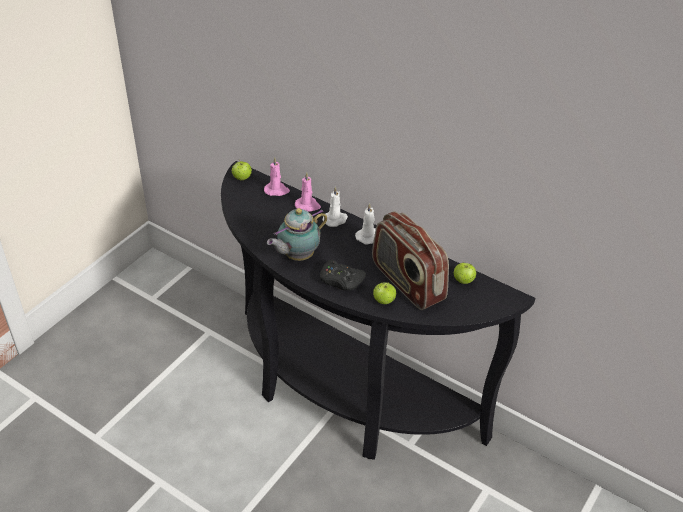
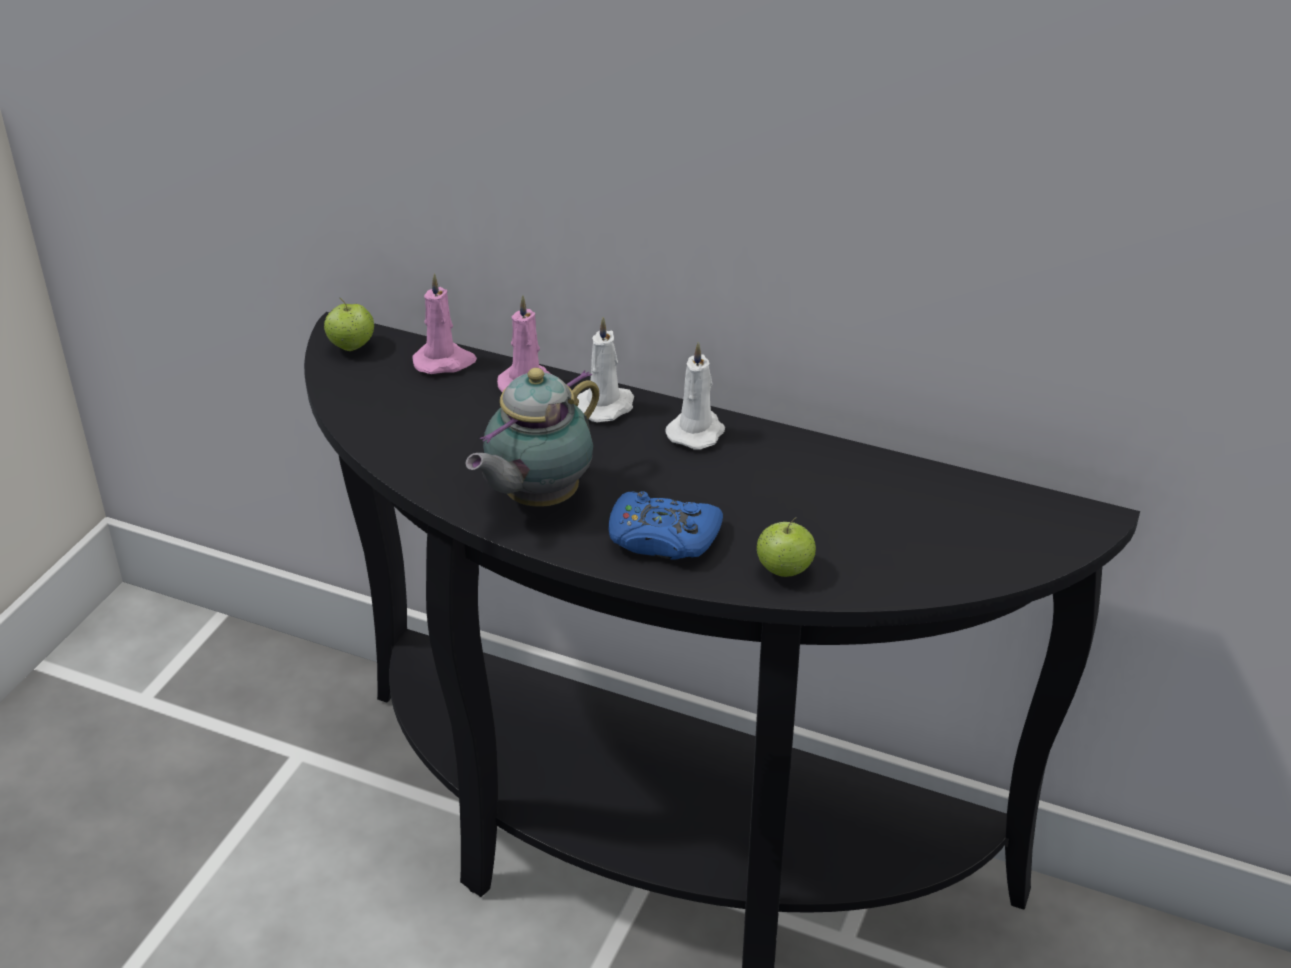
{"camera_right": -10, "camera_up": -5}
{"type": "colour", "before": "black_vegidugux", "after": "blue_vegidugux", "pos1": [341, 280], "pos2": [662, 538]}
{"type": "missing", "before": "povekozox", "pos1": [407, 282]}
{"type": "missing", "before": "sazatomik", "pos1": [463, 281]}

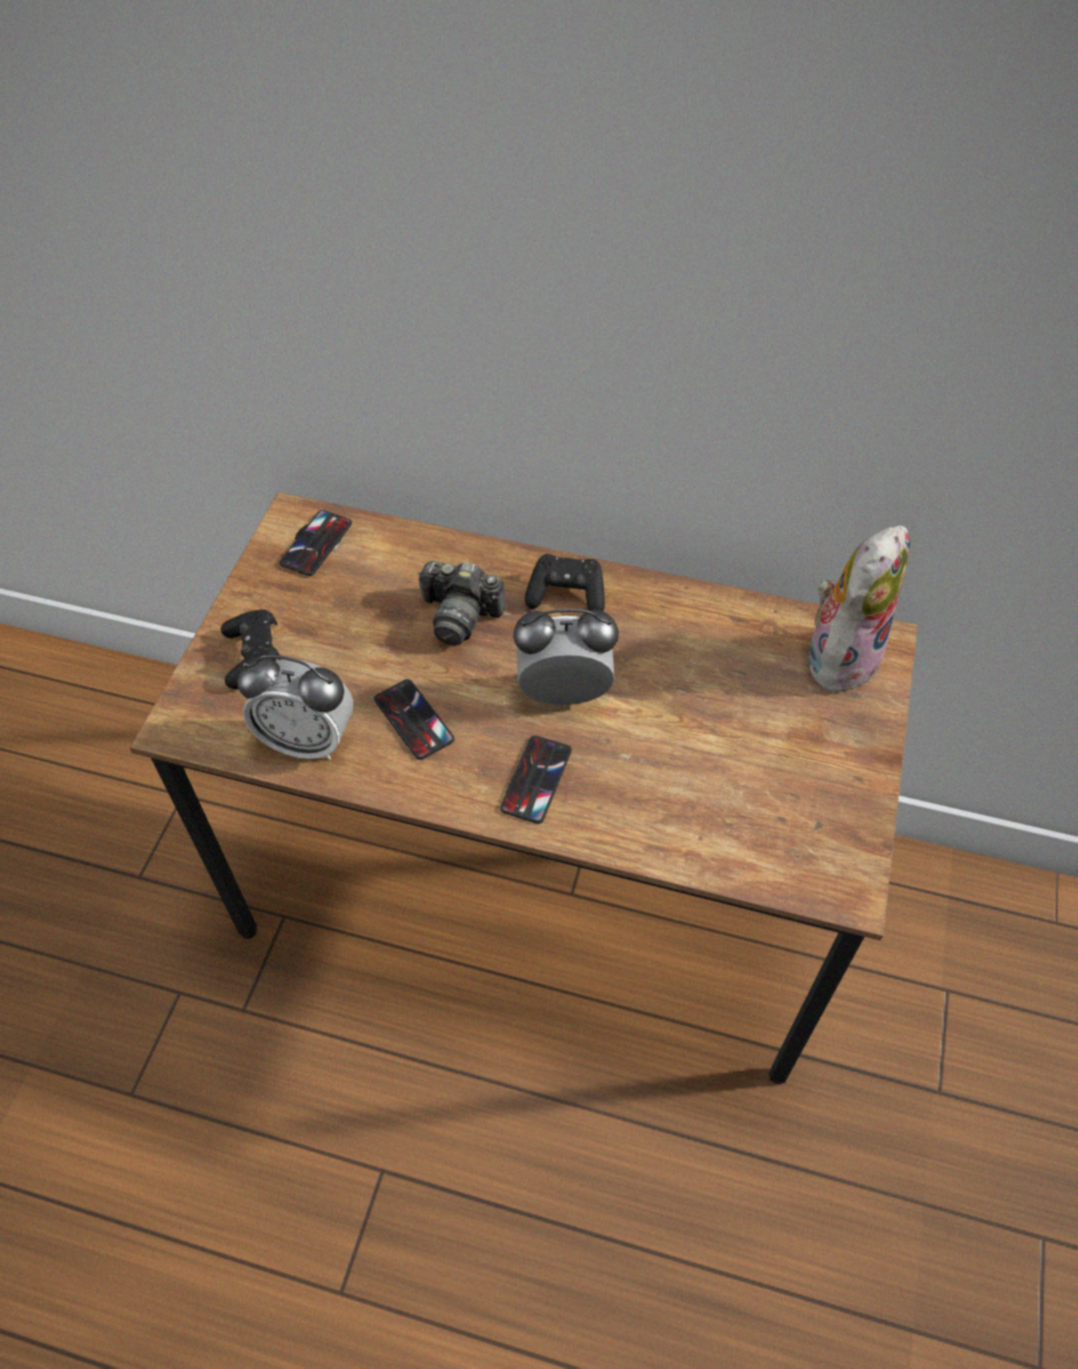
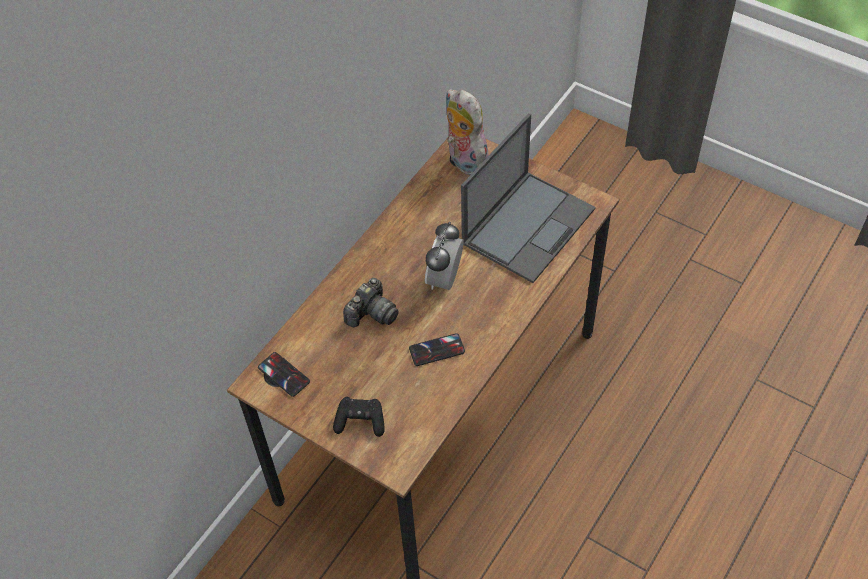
{"camera_right": -70, "camera_up": 0}
{"type": "appeared", "after": "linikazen", "pos2": [529, 225]}
{"type": "missing", "before": "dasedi", "pos1": [307, 740]}
{"type": "missing", "before": "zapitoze", "pos1": [536, 779]}
{"type": "missing", "before": "black_vegidugux", "pos1": [566, 595]}

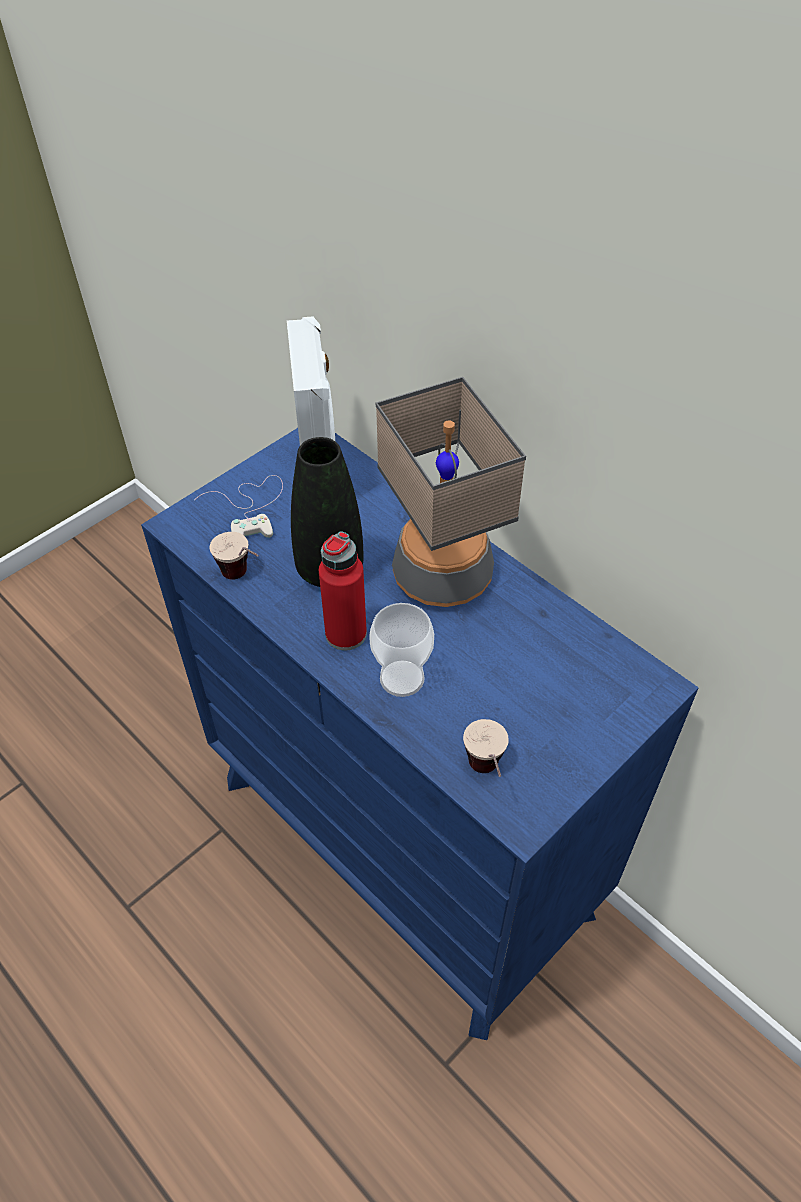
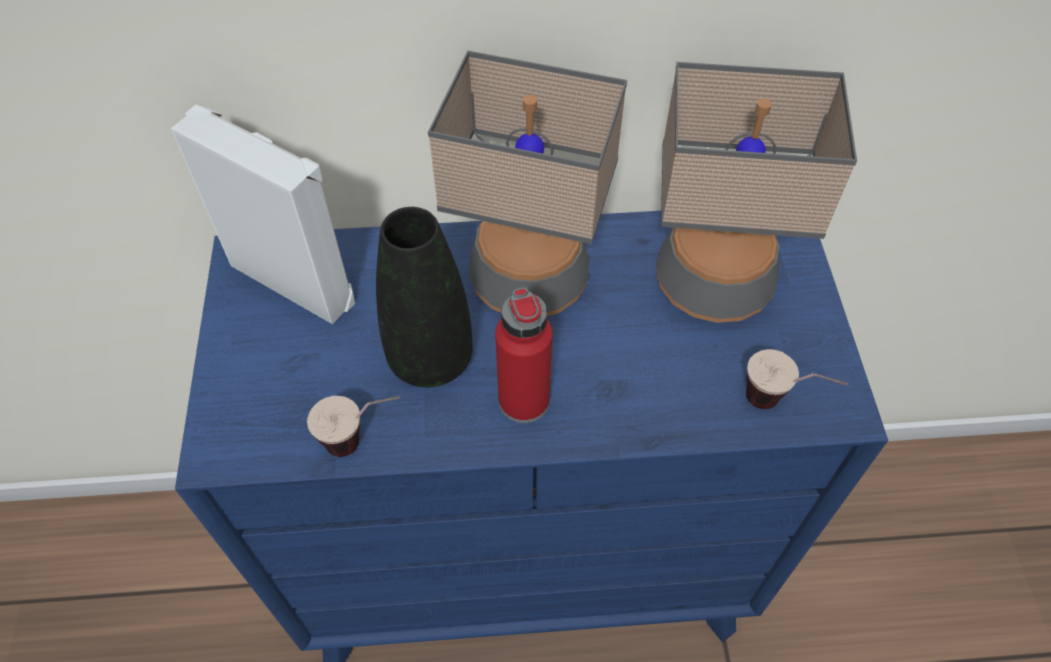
{"camera_right": -50, "camera_up": 5}
{"type": "appeared", "after": "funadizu", "pos2": [712, 281]}
{"type": "missing", "before": "white_vegidugux", "pos1": [251, 508]}
{"type": "missing", "before": "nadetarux", "pos1": [402, 678]}

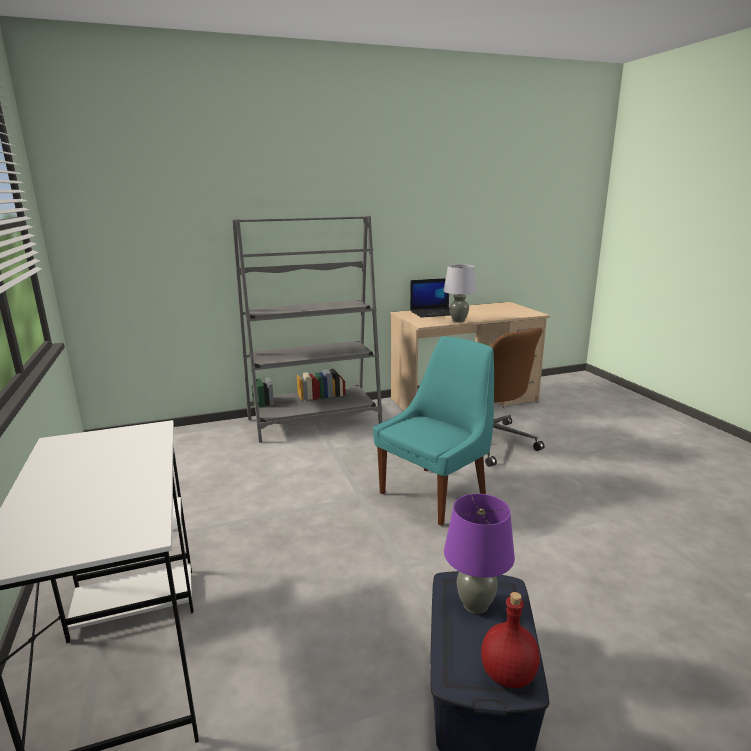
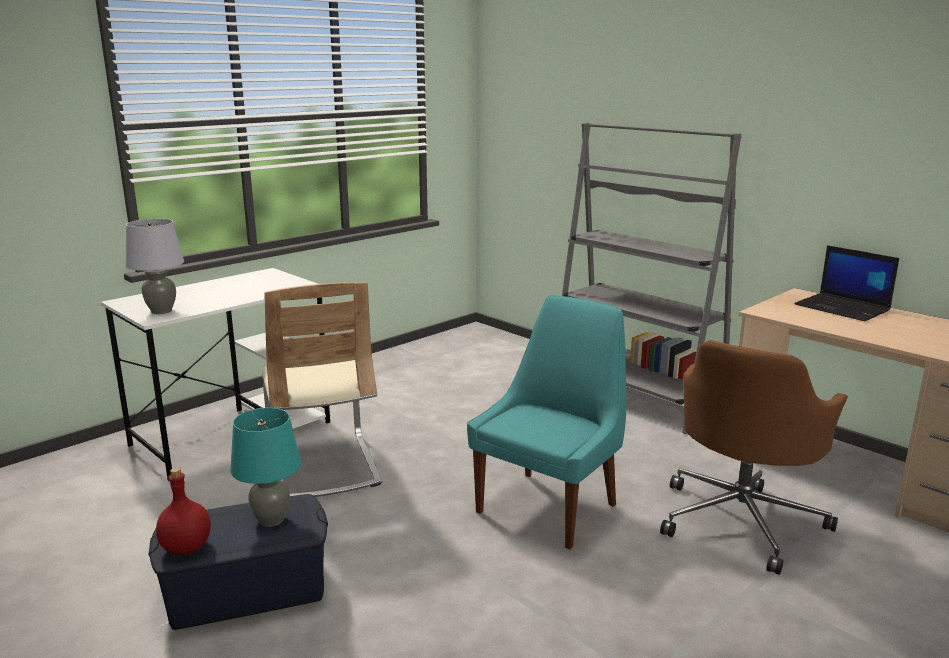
{"camera_right": 65, "camera_up": 0}
{"type": "relocated", "before": "grey_funadizu", "pos1": [458, 320], "pos2": [161, 311]}
{"type": "colour", "before": "purple_funadizu", "after": "turquoise_funadizu", "pos1": [475, 605], "pos2": [271, 520]}
{"type": "appeared", "after": "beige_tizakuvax", "pos2": [323, 466]}
{"type": "spun", "before": "turquoise_tizakuvax", "pos1": [435, 493], "pos2": [550, 506], "turn": -75}

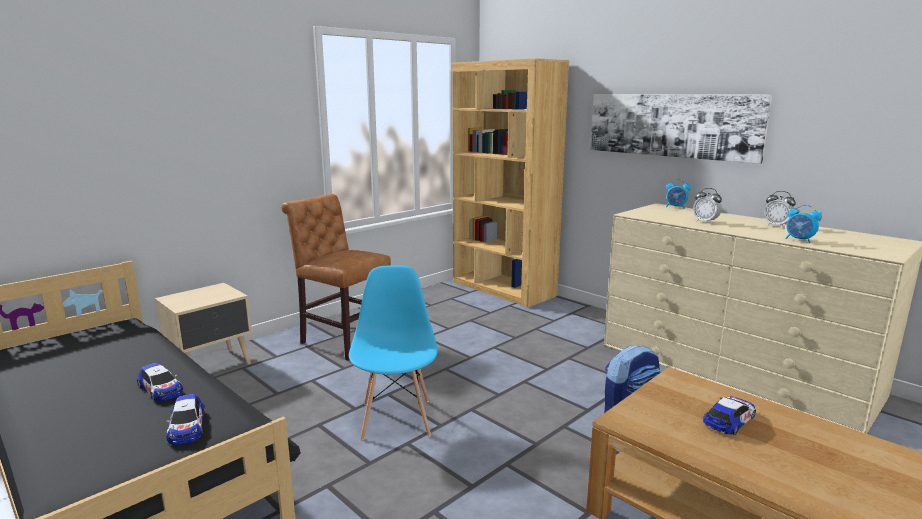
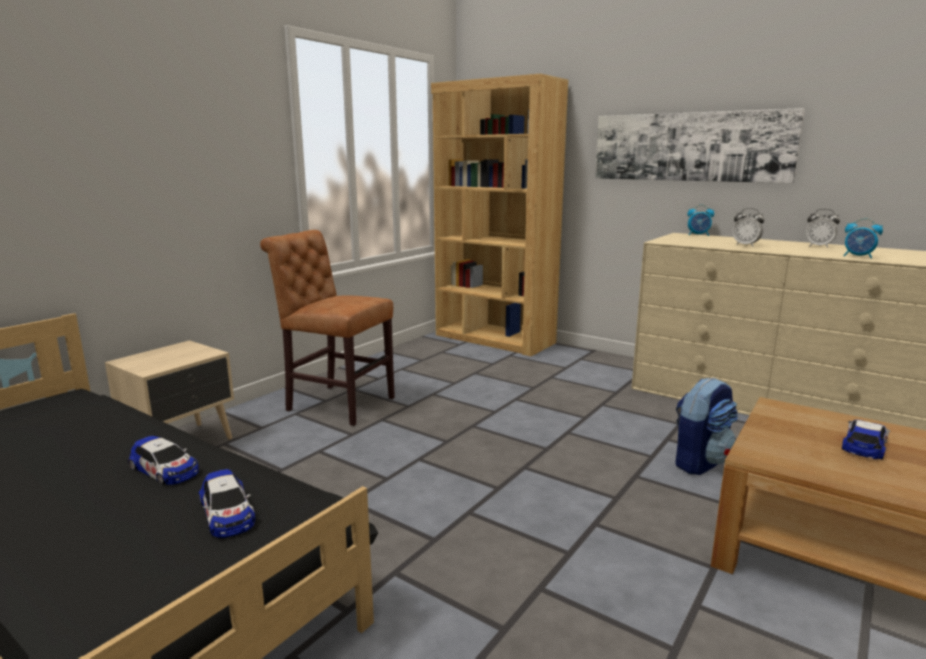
{"camera_right": -10, "camera_up": 0}
{"type": "missing", "before": "blue_tizakuvax", "pos1": [396, 418]}

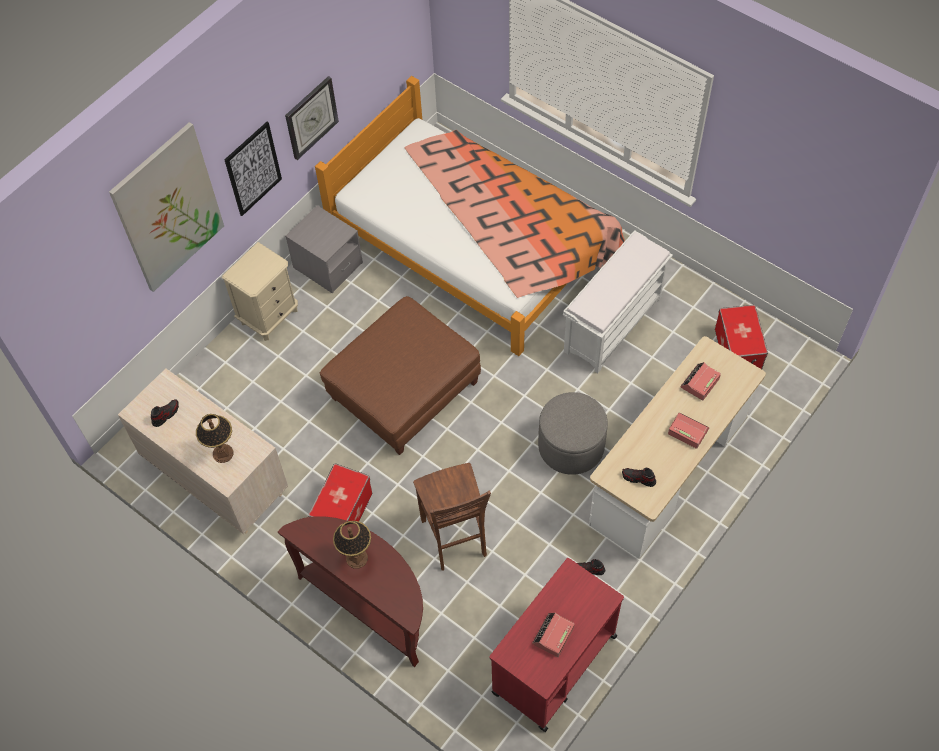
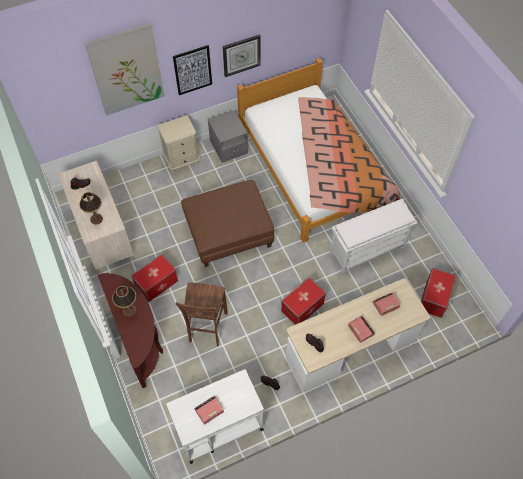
{"camera_right": 25, "camera_up": 0}
{"type": "colour", "before": "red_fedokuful", "after": "white_fedokuful", "pos1": [553, 665], "pos2": [218, 427]}
{"type": "exchanged", "before": "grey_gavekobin", "after": "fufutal", "pos1": [571, 446], "pos2": [302, 307]}

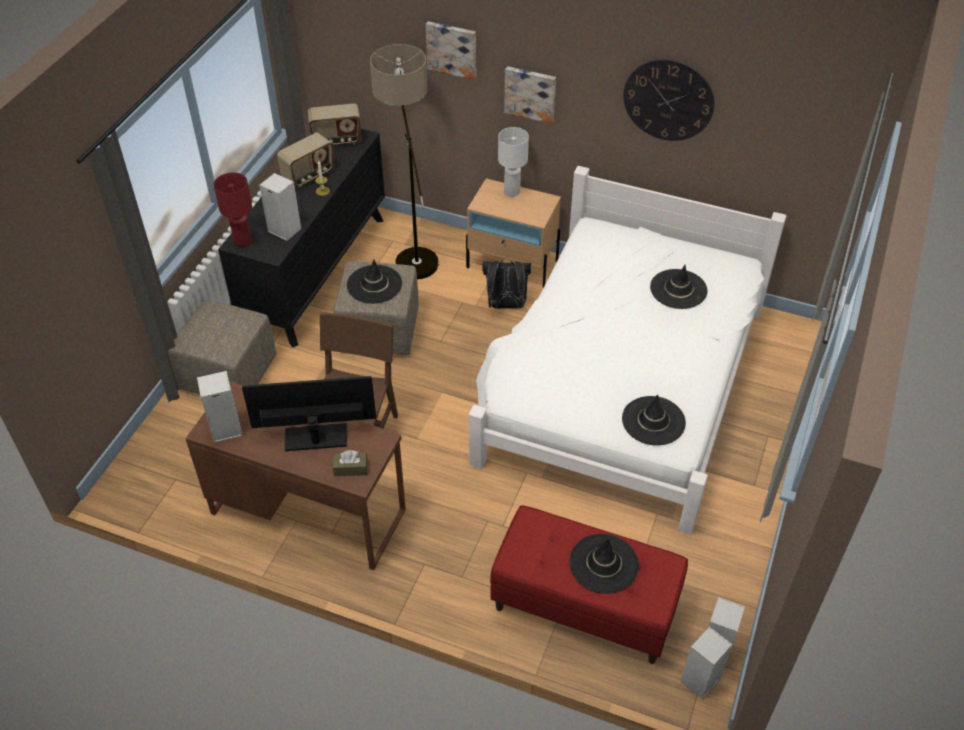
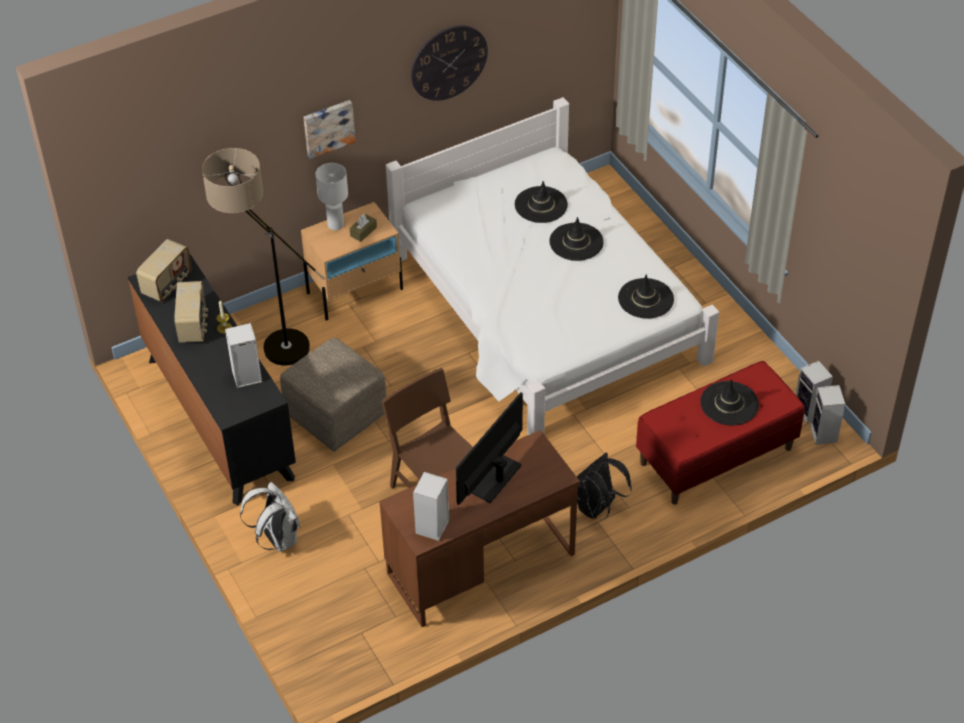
{"camera_right": -50, "camera_up": 0}
{"type": "exchanged", "before": "beige_gavekobin", "after": "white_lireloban", "pos1": [228, 373], "pos2": [277, 539]}
{"type": "relocated", "before": "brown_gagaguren", "pos1": [350, 468], "pos2": [363, 232]}
{"type": "relocated", "before": "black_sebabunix", "pos1": [374, 284], "pos2": [576, 242]}
{"type": "relocated", "before": "black_lireloban", "pos1": [505, 305], "pos2": [597, 508]}
{"type": "missing", "before": "red_funadizu", "pos1": [243, 241]}
{"type": "missing", "before": "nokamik", "pos1": [452, 49]}

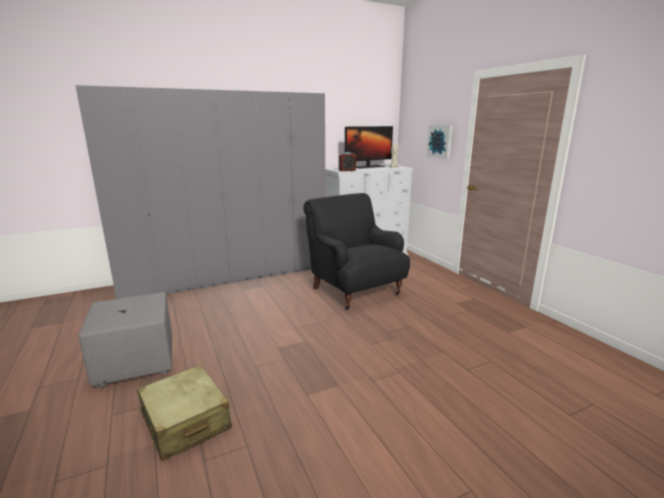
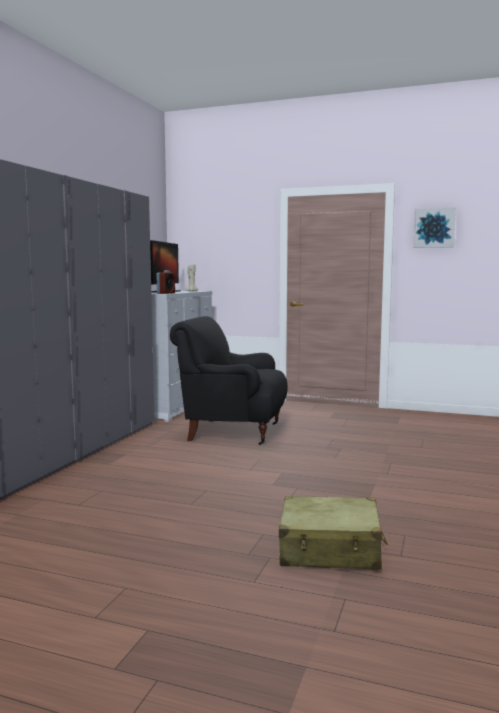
{"camera_right": -45, "camera_up": -10}
{"type": "relocated", "before": "nokamik", "pos1": [440, 141], "pos2": [434, 228]}
{"type": "missing", "before": "grey_gavekobin", "pos1": [137, 362]}

